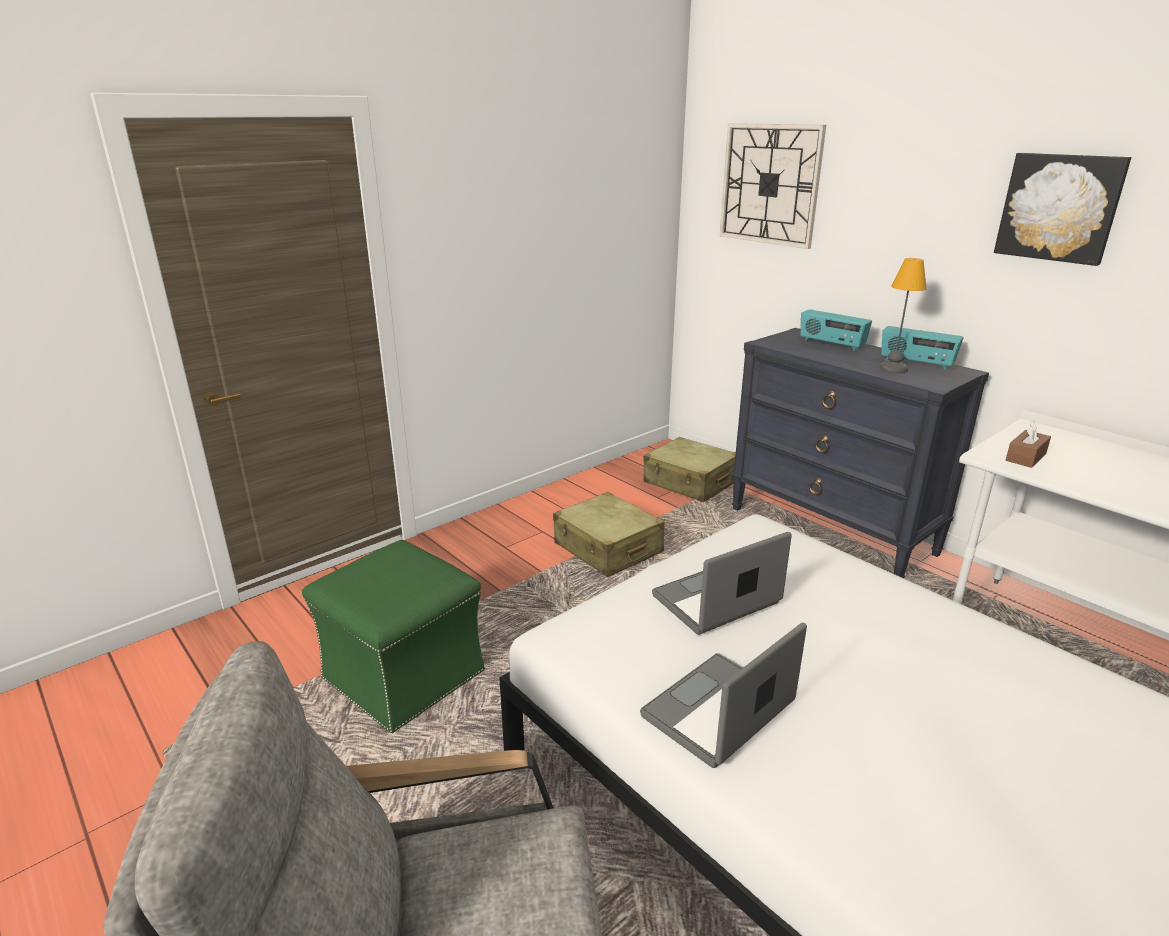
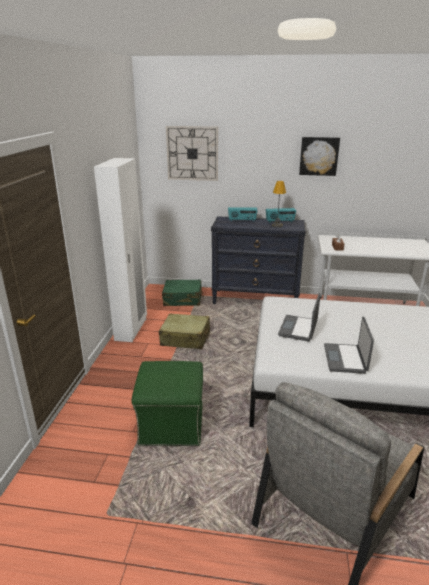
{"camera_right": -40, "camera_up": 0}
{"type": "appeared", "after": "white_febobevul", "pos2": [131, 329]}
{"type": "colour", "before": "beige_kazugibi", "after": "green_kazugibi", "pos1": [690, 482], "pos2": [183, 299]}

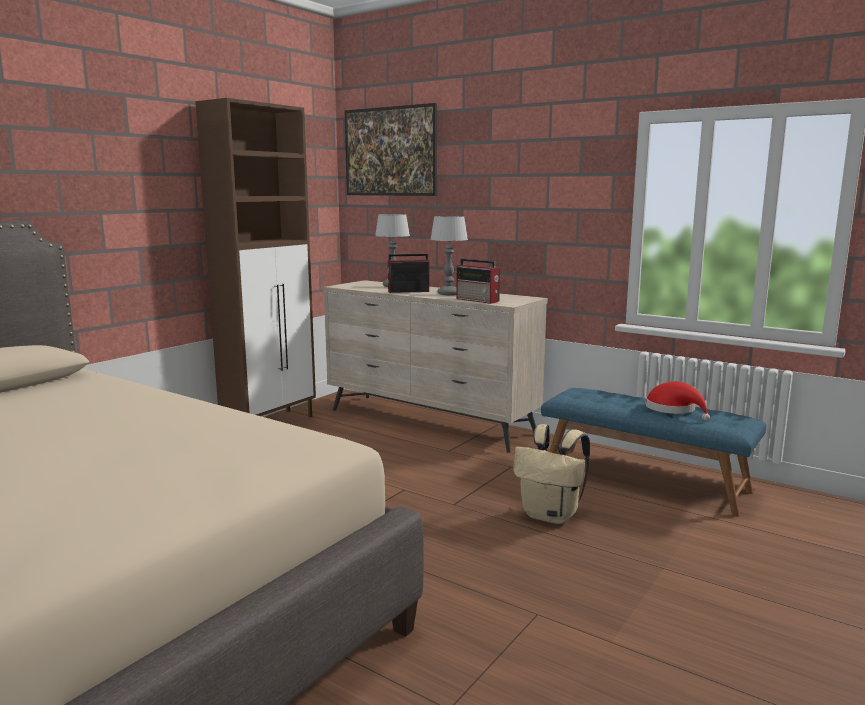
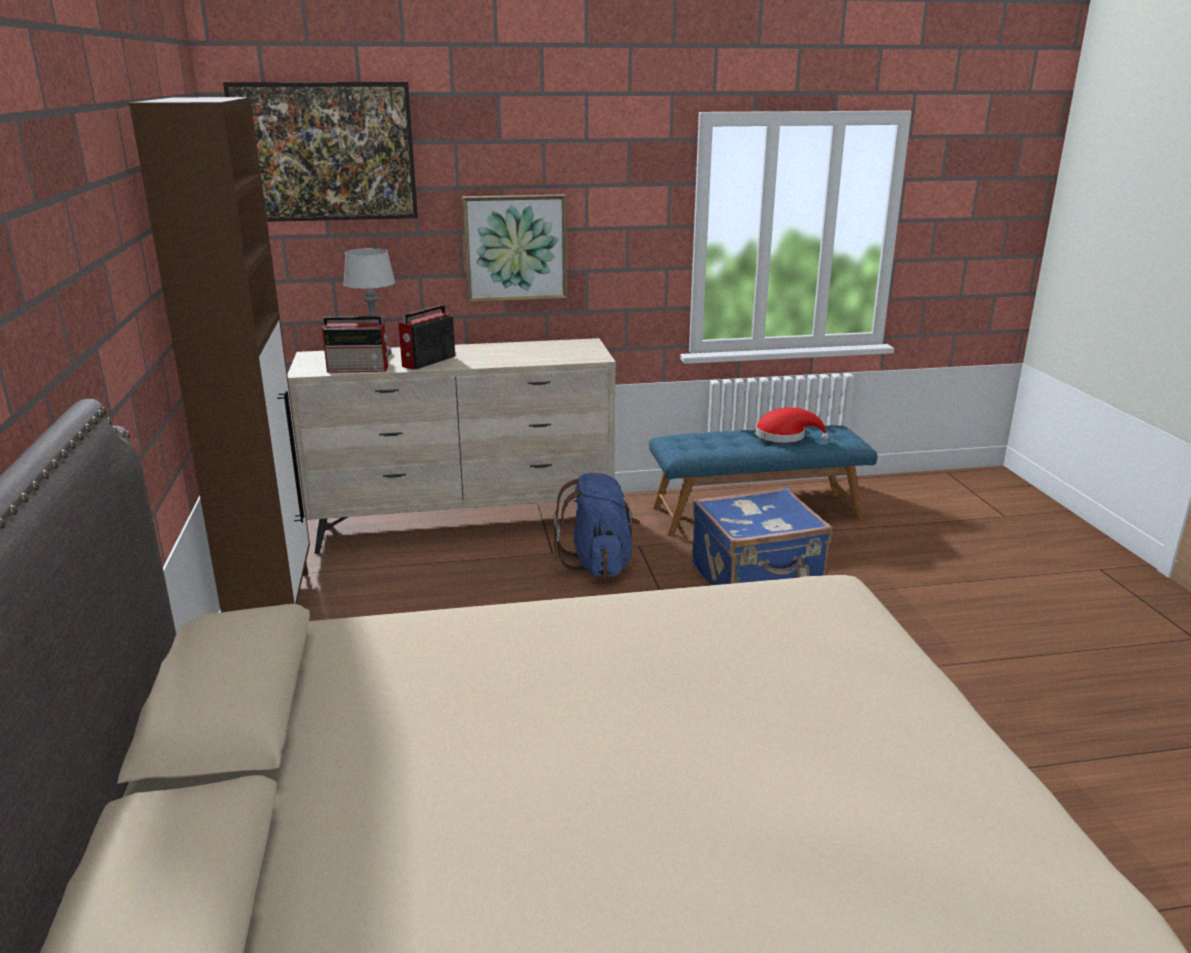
{"camera_right": -45, "camera_up": 10}
{"type": "relocated", "before": "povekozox", "pos1": [478, 300], "pos2": [359, 369]}
{"type": "appeared", "after": "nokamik", "pos2": [515, 248]}
{"type": "appeared", "after": "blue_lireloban", "pos2": [599, 564]}
{"type": "exchanged", "before": "beige_lireloban", "after": "blue_kazugibi", "pos1": [551, 515], "pos2": [757, 580]}
{"type": "missing", "before": "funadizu", "pos1": [448, 294]}

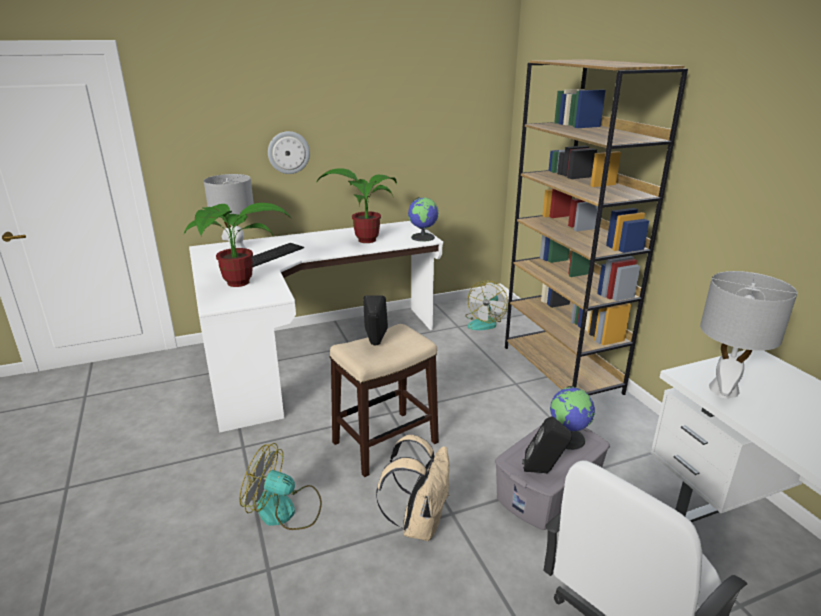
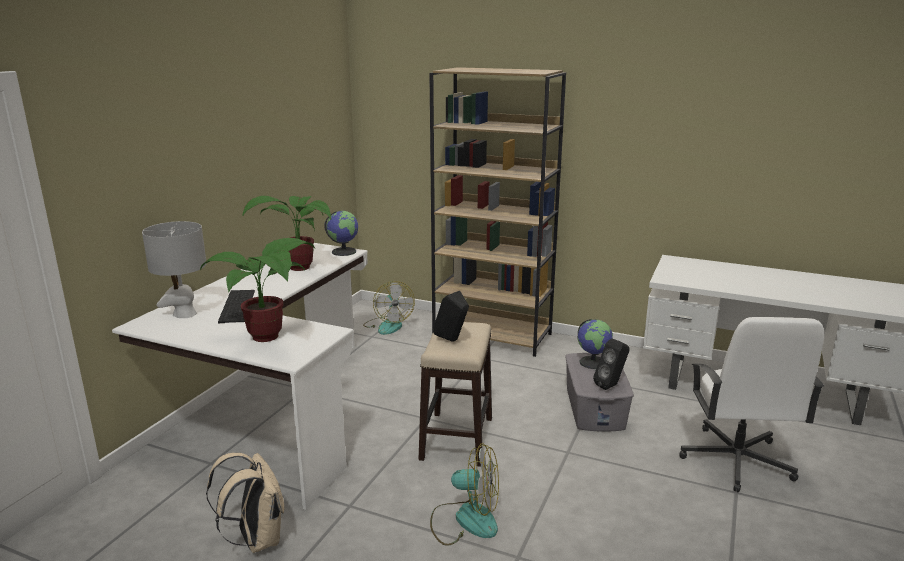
{"camera_right": -45, "camera_up": -5}
{"type": "relocated", "before": "beige_lireloban", "pos1": [419, 523], "pos2": [256, 539]}
{"type": "spun", "before": "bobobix", "pos1": [285, 511], "pos2": [465, 520], "turn": -135}
{"type": "missing", "before": "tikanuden", "pos1": [288, 152]}
{"type": "missing", "before": "grey_funadizu", "pos1": [723, 390]}

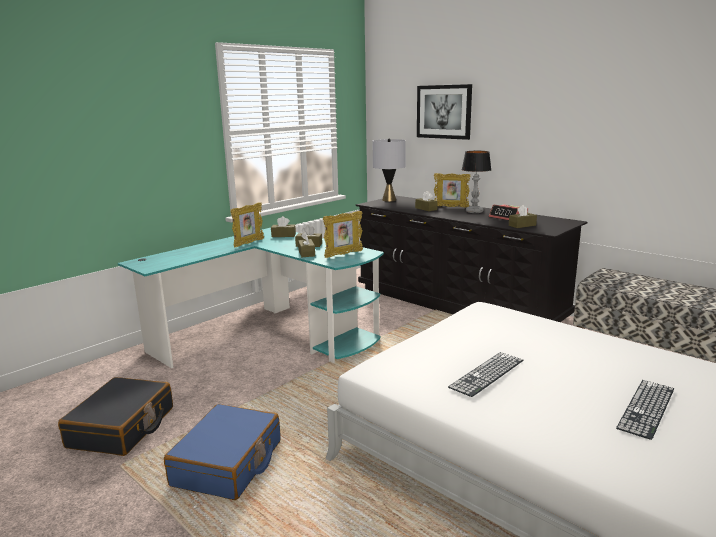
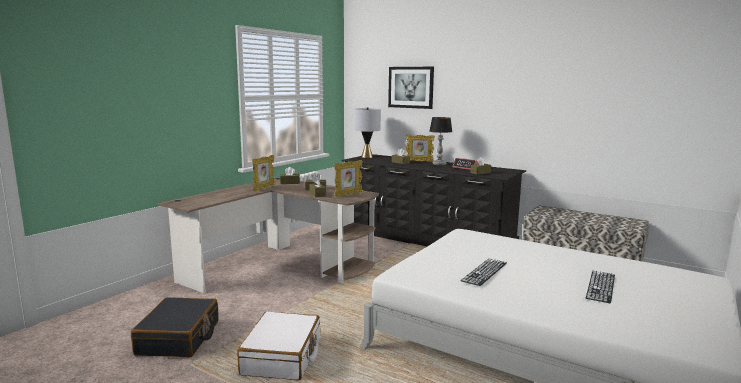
{"camera_right": -10, "camera_up": -5}
{"type": "colour", "before": "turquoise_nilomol", "after": "brown_nilomol", "pos1": [269, 335], "pos2": [280, 266]}
{"type": "colour", "before": "blue_kazugibi", "after": "white_kazugibi", "pos1": [228, 463], "pos2": [282, 356]}

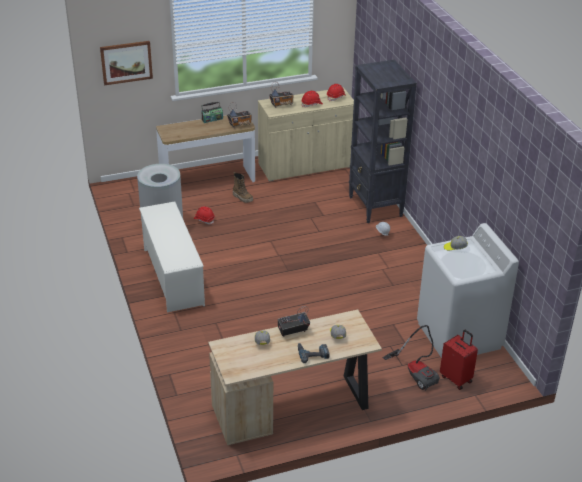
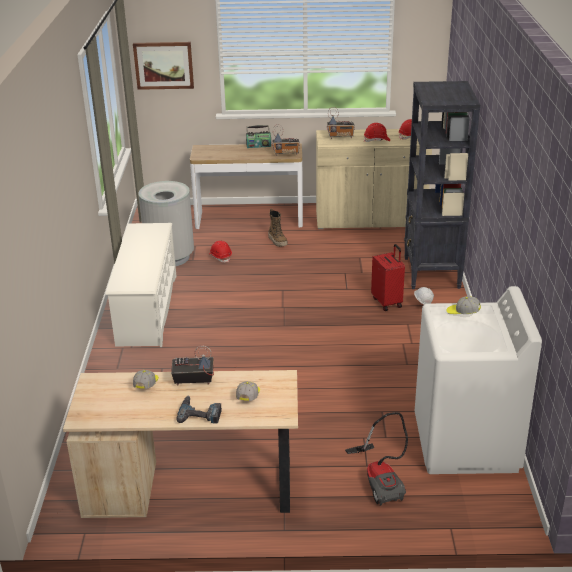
{"camera_right": 20, "camera_up": -5}
{"type": "relocated", "before": "red_kazugibi", "pos1": [456, 378], "pos2": [387, 302]}

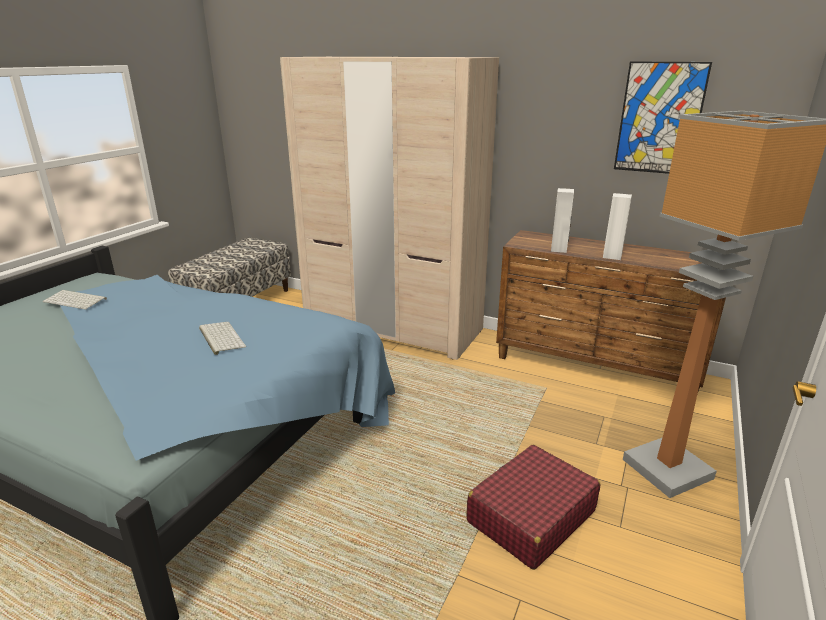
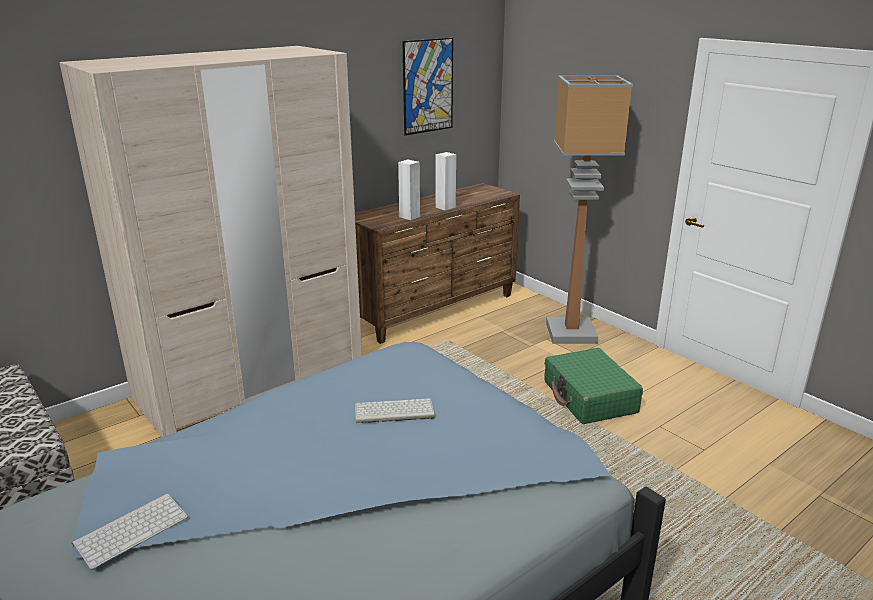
{"camera_right": -65, "camera_up": 0}
{"type": "colour", "before": "red_kazugibi", "after": "green_kazugibi", "pos1": [530, 516], "pos2": [589, 397]}

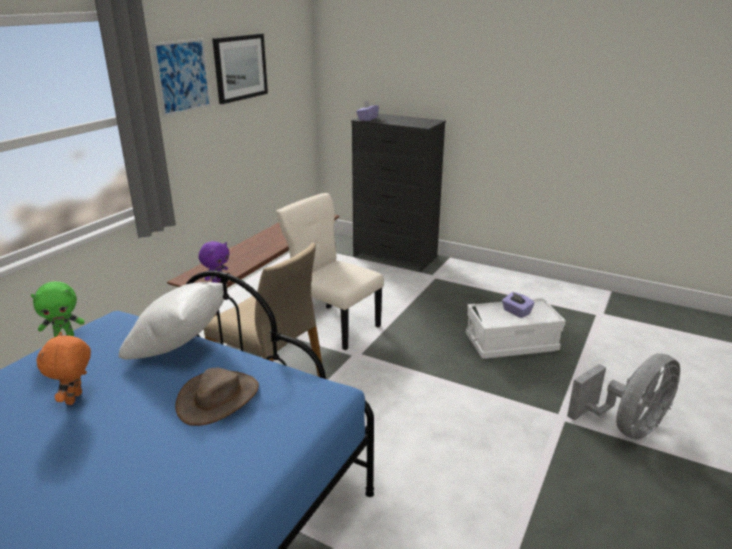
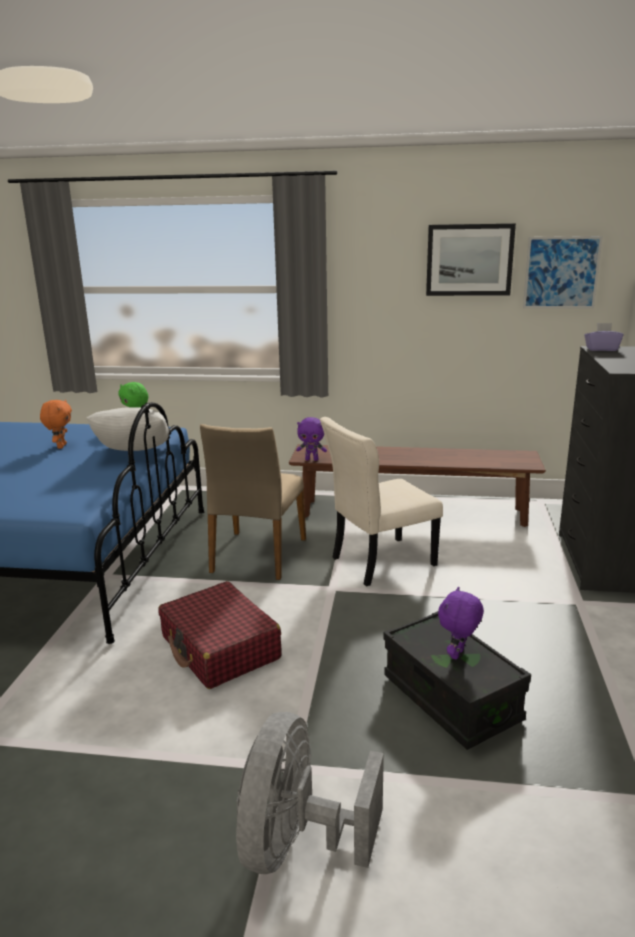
{"camera_right": 70, "camera_up": -5}
{"type": "spun", "before": "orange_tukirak", "pos1": [75, 399], "pos2": [61, 446], "turn": 105}
{"type": "appeared", "after": "red_kazugibi", "pos2": [220, 648]}
{"type": "spun", "before": "grey_bobobix", "pos1": [626, 427], "pos2": [298, 844], "turn": 75}
{"type": "spun", "before": "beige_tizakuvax", "pos1": [334, 325], "pos2": [379, 562], "turn": -135}
{"type": "colour", "before": "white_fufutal", "after": "black_fufutal", "pos1": [511, 343], "pos2": [451, 699]}
{"type": "exchanged", "before": "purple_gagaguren", "after": "purple_tukirak", "pos1": [516, 312], "pos2": [458, 654]}
{"type": "relocated", "before": "nokamik", "pos1": [182, 76], "pos2": [561, 273]}
{"type": "missing", "before": "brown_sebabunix", "pos1": [218, 398]}

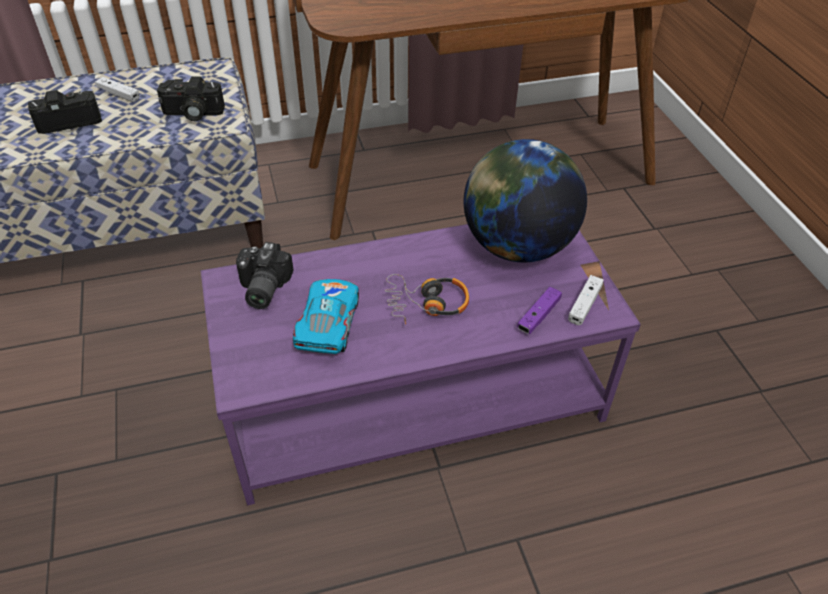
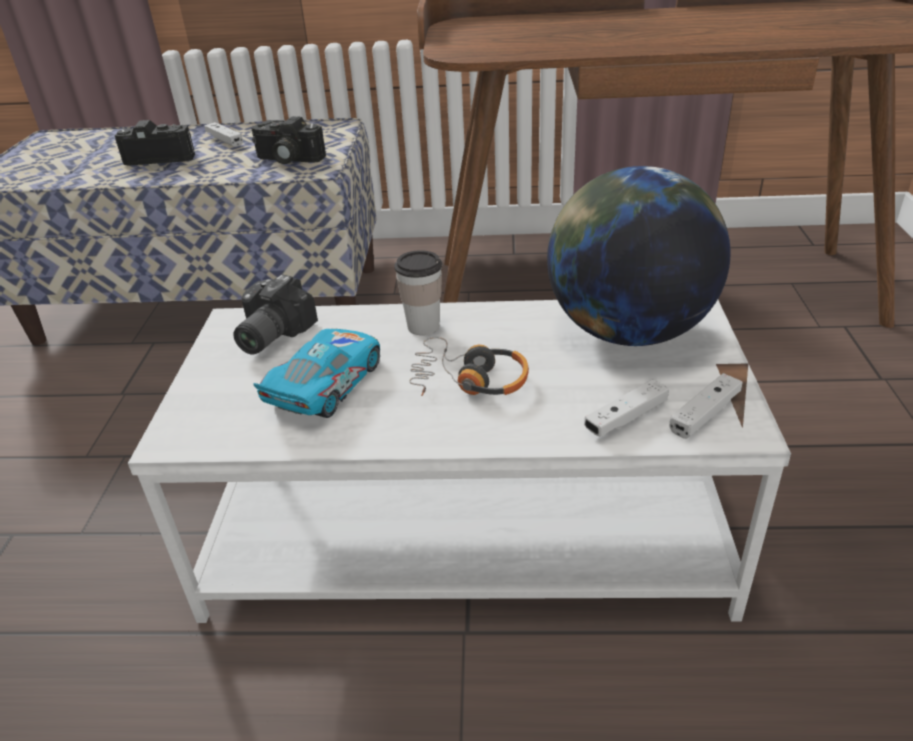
{"camera_right": 20, "camera_up": -10}
{"type": "colour", "before": "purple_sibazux", "after": "white_sibazux", "pos1": [413, 393], "pos2": [468, 527]}
{"type": "appeared", "after": "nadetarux", "pos2": [423, 326]}
{"type": "colour", "before": "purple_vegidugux", "after": "white_vegidugux", "pos1": [538, 316], "pos2": [626, 418]}

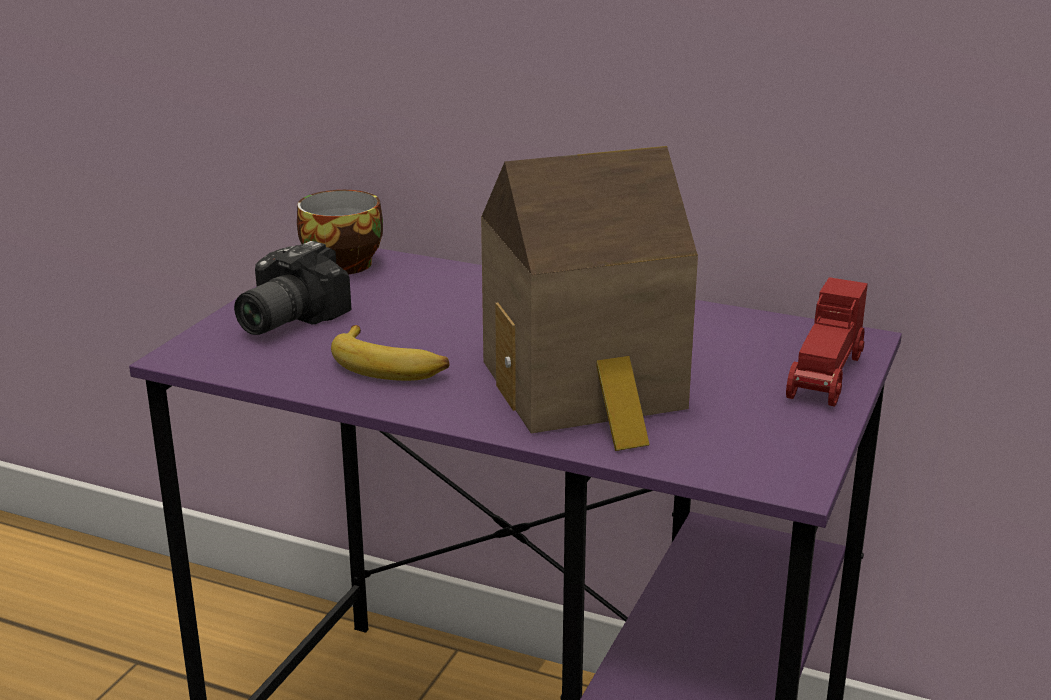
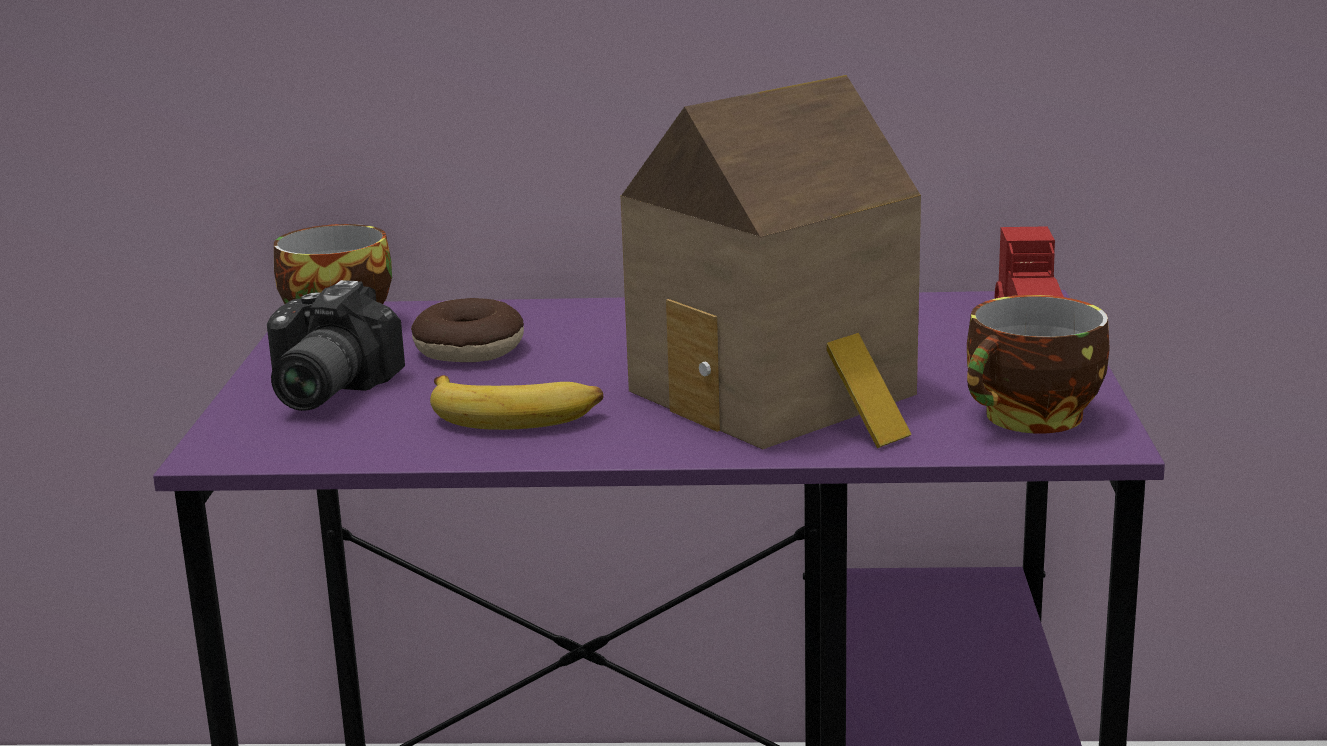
{"camera_right": -20, "camera_up": -5}
{"type": "appeared", "after": "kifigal", "pos2": [469, 349]}
{"type": "appeared", "after": "nadetarux", "pos2": [1032, 420]}

